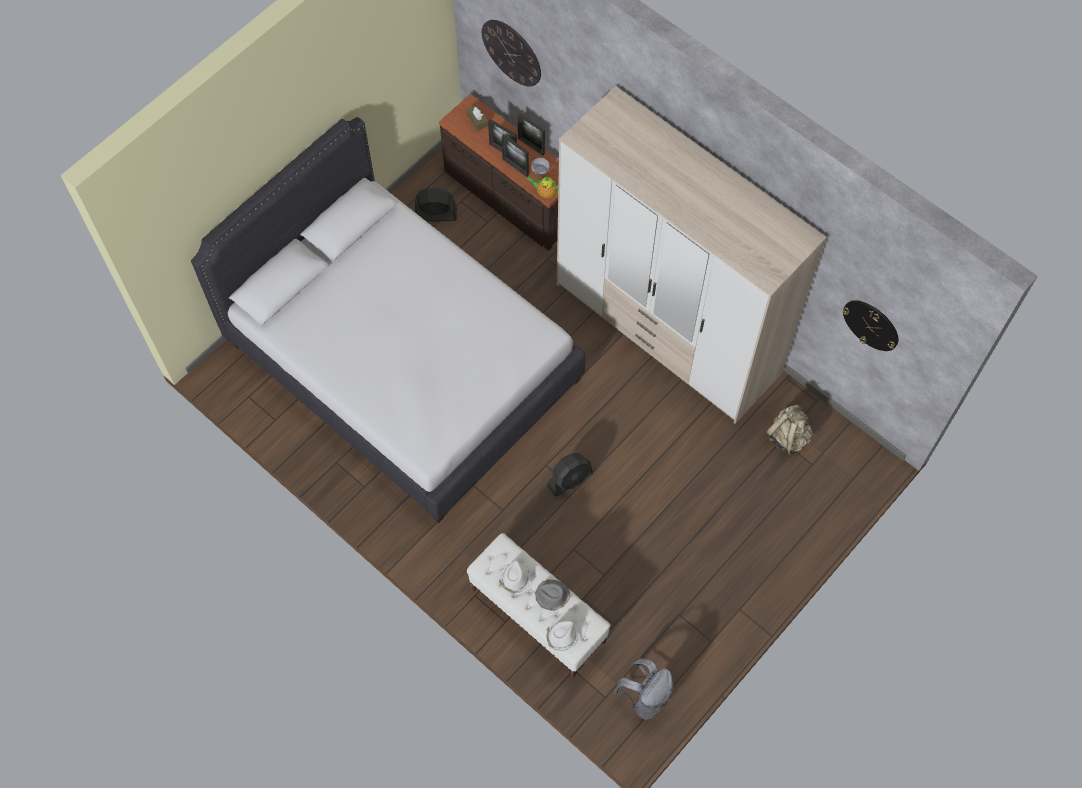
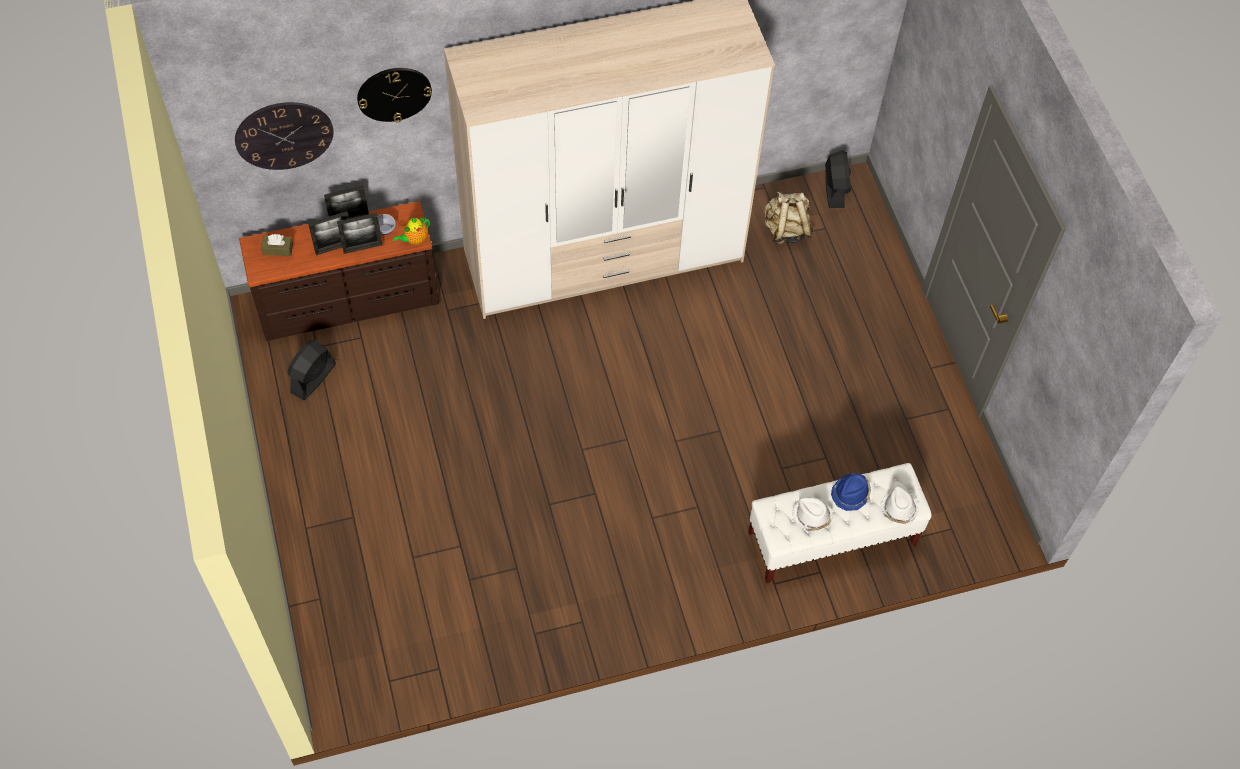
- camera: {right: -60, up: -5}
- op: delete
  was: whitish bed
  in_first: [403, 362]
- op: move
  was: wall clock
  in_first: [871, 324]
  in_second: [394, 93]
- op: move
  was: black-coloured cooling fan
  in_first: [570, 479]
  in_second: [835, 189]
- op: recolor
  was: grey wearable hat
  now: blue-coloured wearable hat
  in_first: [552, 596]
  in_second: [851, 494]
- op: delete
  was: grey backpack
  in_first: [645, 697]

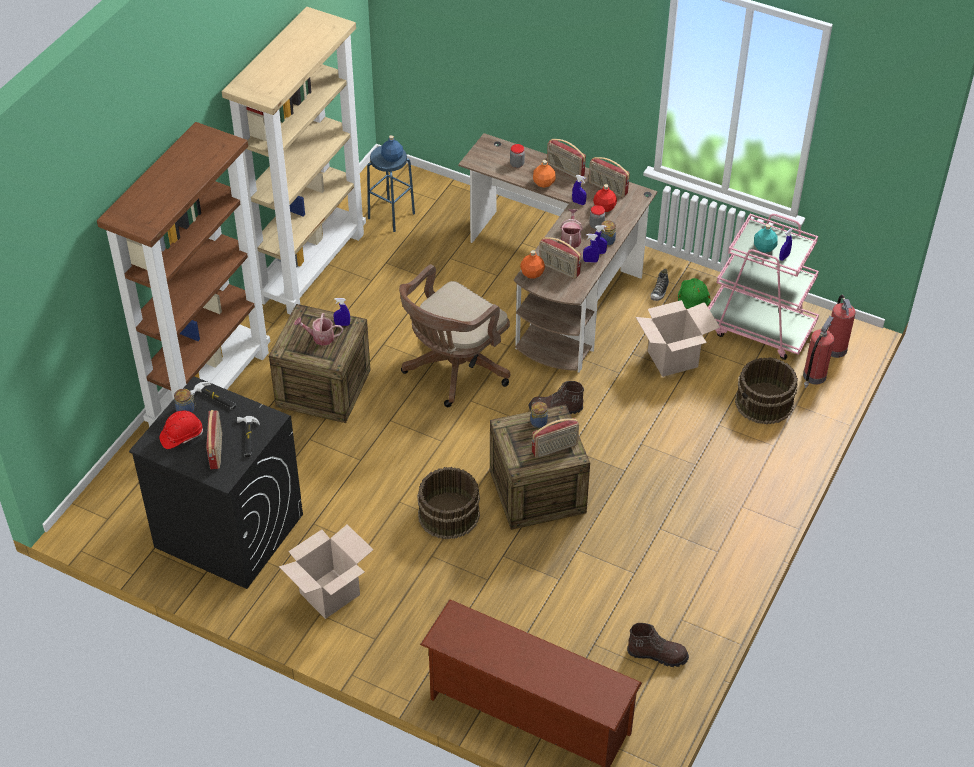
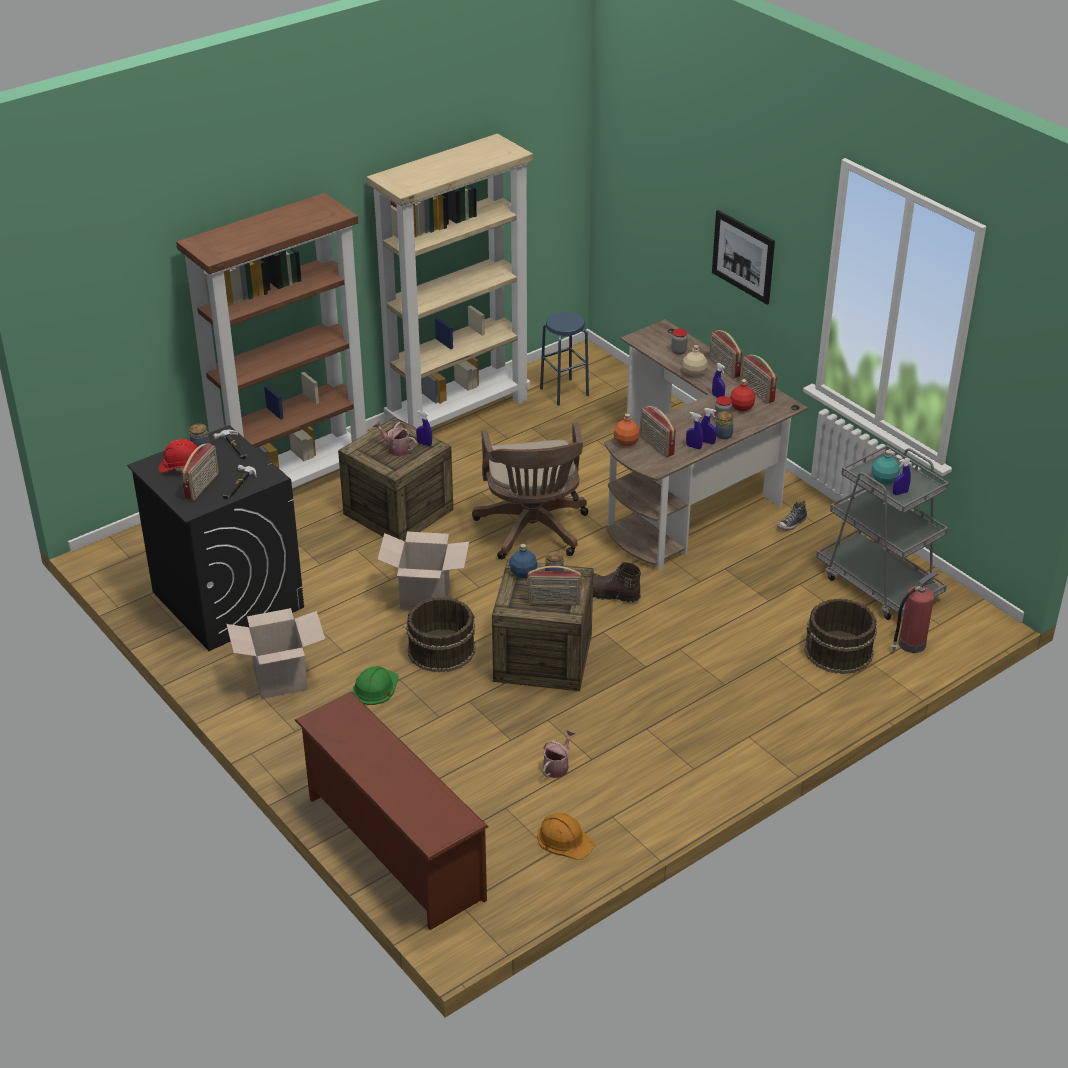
- camera: {right: 25, up: -10}
- op: move
  was: blue-coloured beverage bottle
  in_first: [392, 158]
  in_second: [522, 573]
- op: recolor
  was: orange beverage bottle
  now: beige-coloured beverage bottle
  in_first: [544, 183]
  in_second: [694, 373]
- op: move
  was: watering pot
  in_first: [571, 239]
  in_second: [557, 766]
- op: recolor
  was: pinkish cart
  now: grey cart
  in_first: [759, 328]
  in_second: [878, 584]
- op: rotate
  was: brown computer chair
  in_first: [453, 370]
  in_second: [533, 532]
  clockwise: -75
- op: move
  was: greenish hard hat
  in_first: [693, 295]
  in_second: [375, 687]
- op: delete
  was: fire extinguisher
  in_first: [835, 348]
- op: move
  was: cardboard box
  in_first: [672, 359]
  in_second: [425, 597]
- op: replace
  was: brown tall boot
  now: orange hard hat
  in_first: [657, 654]
  in_second: [564, 839]
- op: insert
  now: wall picture
  in_second: [743, 256]

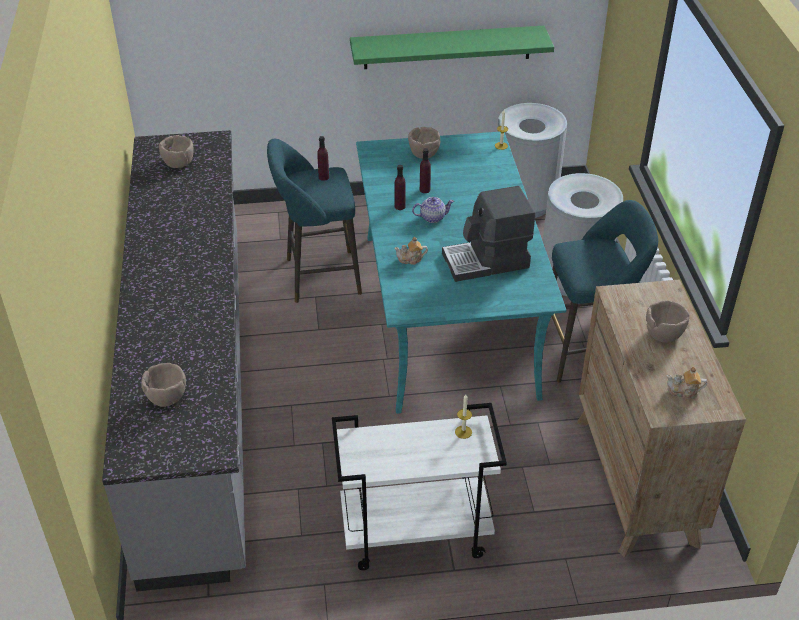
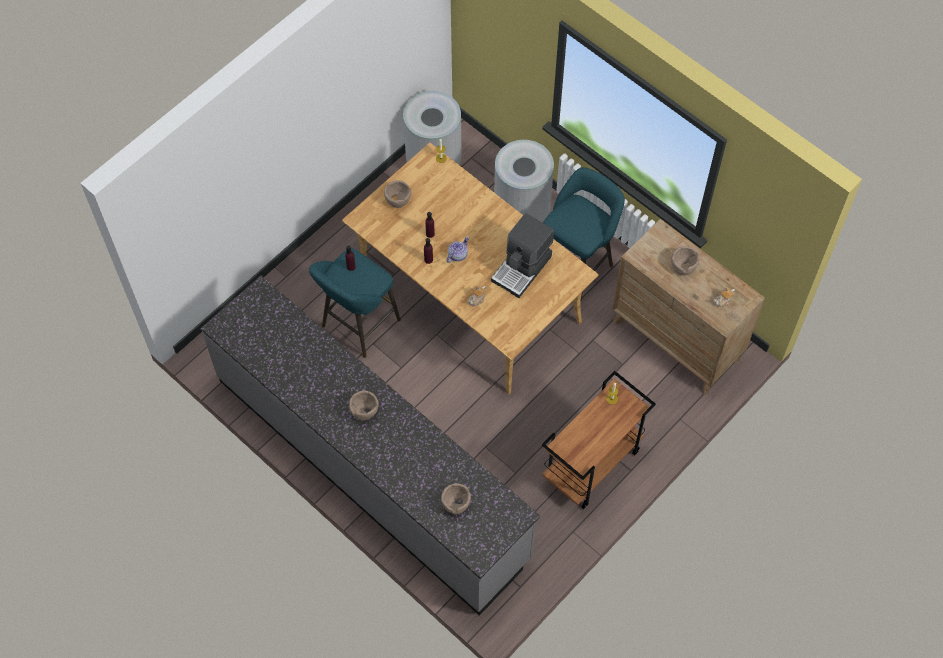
- camera: {right: -40, up: 20}
- op: delete
  was: greenish bracket shelf
  in_first: [447, 47]
- op: recolor
  was: blue-green dining table
  now: beige-coloured dining table
  in_first: [449, 313]
  in_second: [470, 295]
- op: move
  was: brown serving bowl
  in_first: [179, 163]
  in_second: [365, 411]
- op: recolor
  was: whitish cart
  now: brown cart
  in_first: [414, 534]
  in_second: [591, 465]

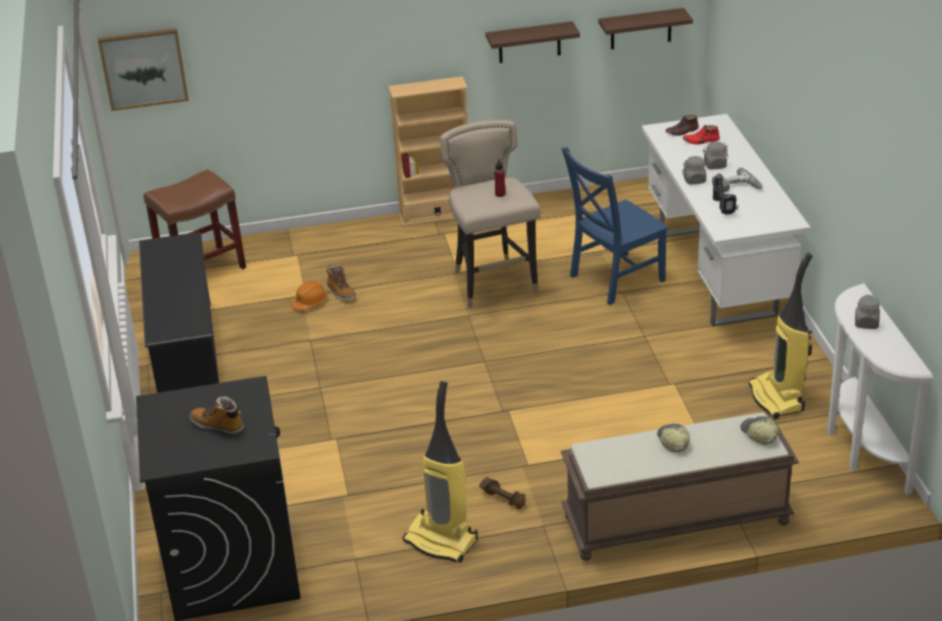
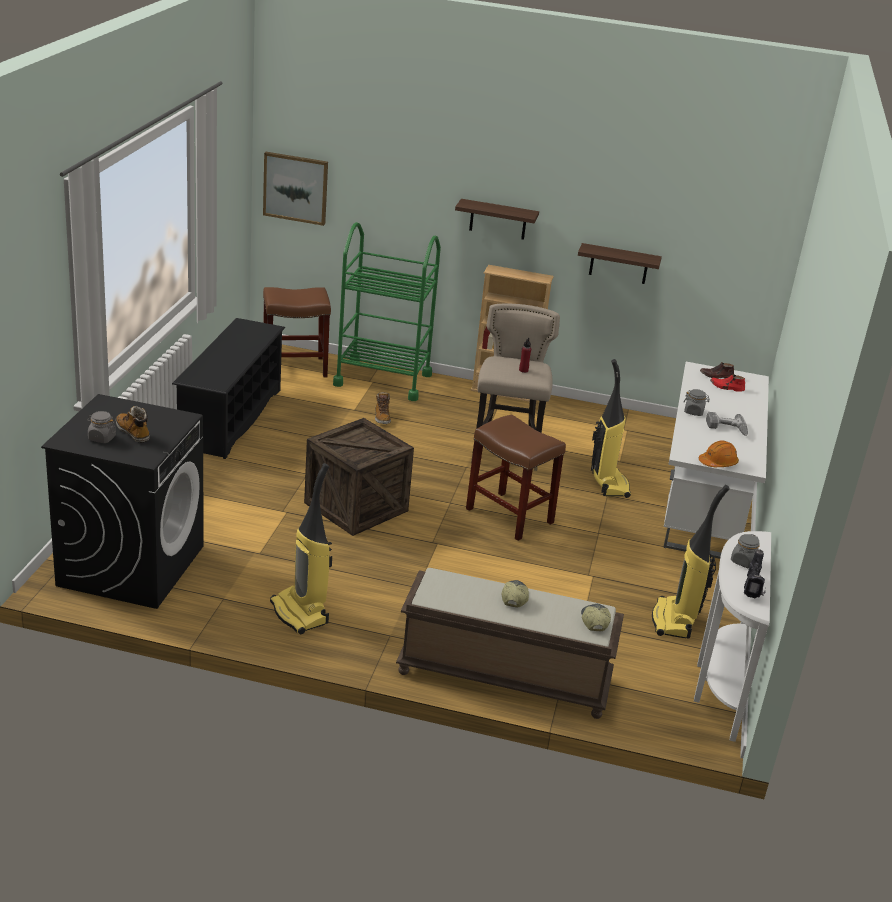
- camera: {right: 20, up: -5}
- op: move
  was: bracket shelf
  in_first: [641, 29]
  in_second: [498, 219]
- op: move
  was: grey jar
  in_first: [714, 165]
  in_second: [101, 438]
- op: replace
  was: blue-coloured chair
  now: vacuum
  in_first: [613, 279]
  in_second: [608, 484]
- op: move
  was: power drill
  in_first: [724, 207]
  in_second: [753, 589]
- op: move
  was: orange hard hat
  in_first: [309, 302]
  in_second: [718, 463]
- op: delete
  was: brown free weight
  in_first: [504, 499]
- op: insert
  now: greenish cart
  in_second: [383, 380]
- op: insert
  now: brown sitting stool
  in_second: [510, 516]
- op: insert
  now: packing crate
  in_second: [356, 507]

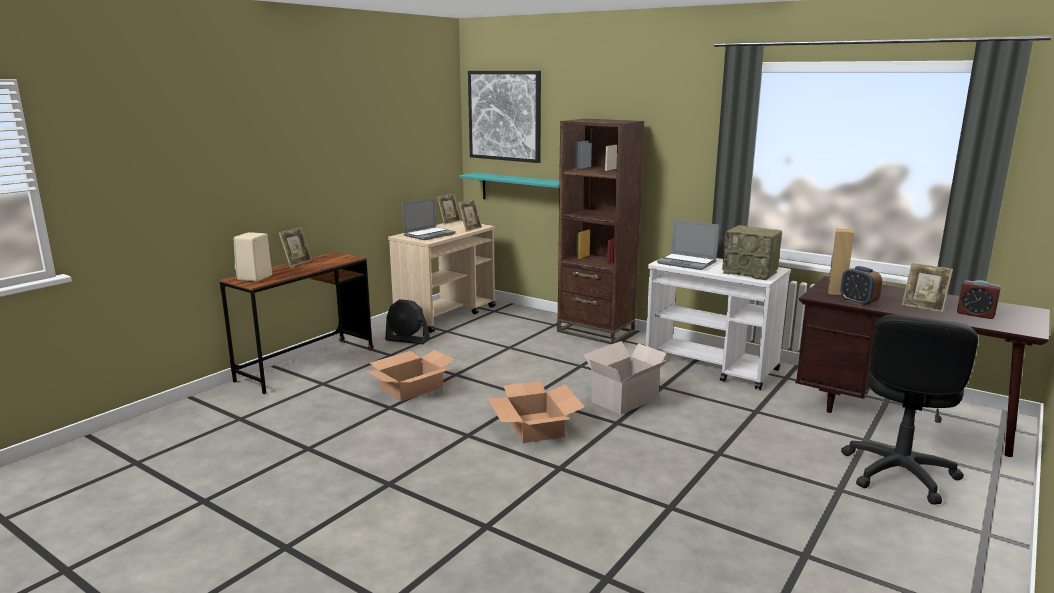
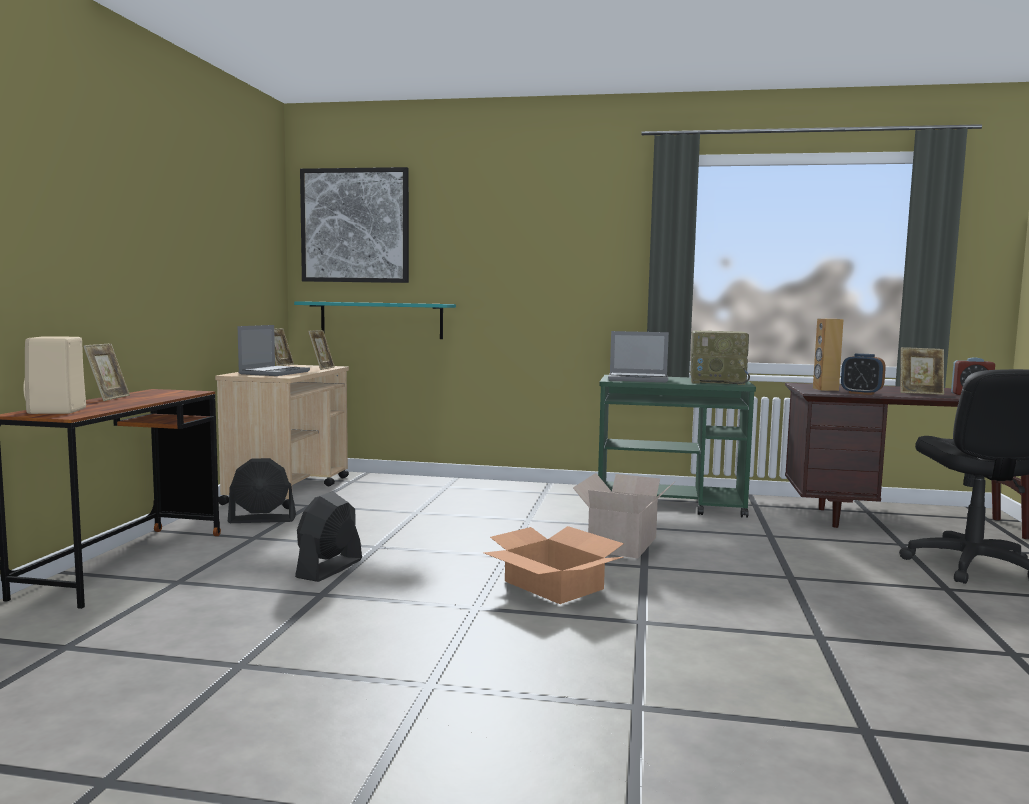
- camera: {right: -25, up: -10}
- op: delete
  was: brown shelving unit
  in_first: [595, 331]
- op: recolor
  was: whitish cart
  now: greenish cart
  in_first: [712, 366]
  in_second: [671, 504]
- op: replace
  was: cardboard box
  now: black-coloured cooling fan
  in_first: [411, 388]
  in_second: [329, 568]

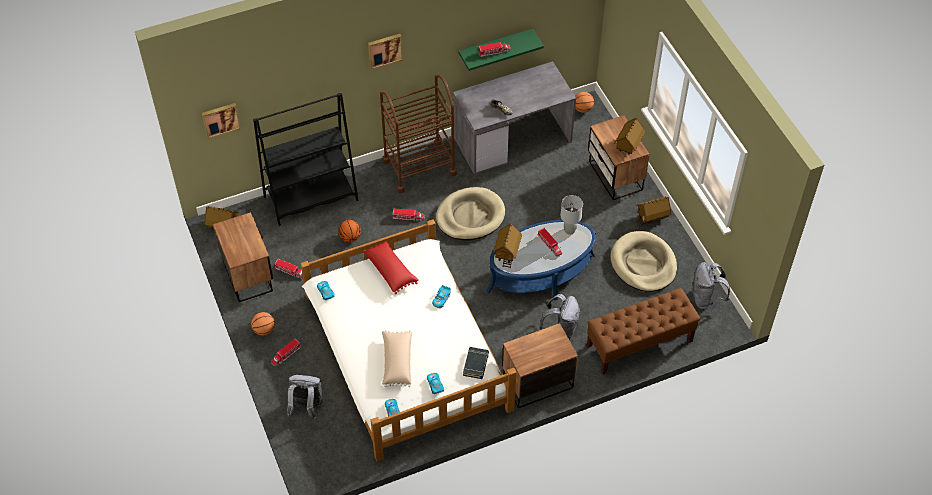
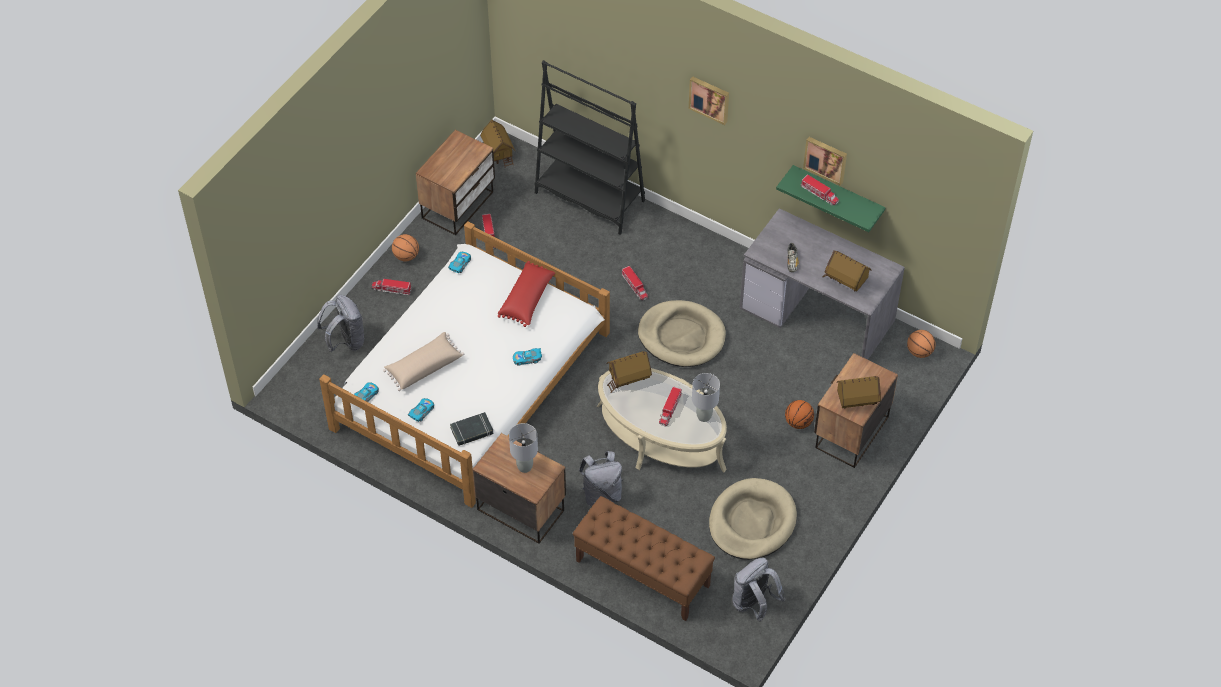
- camera: {right: 55, up: 0}
- op: delete
  was: brown cart
  in_first: [419, 167]
- op: move
  was: wall picture
  in_first: [220, 119]
  in_second: [826, 159]
- op: move
  was: toy house
  in_first: [652, 218]
  in_second: [845, 281]
- op: move
  was: basketball ball
  in_first: [350, 237]
  in_second: [798, 422]
- op: recolor
  was: blue-coloured coffee table
  now: beige-coloured coffee table
  in_first: [541, 273]
  in_second: [660, 437]
- op: insert
  now: grey table lamp
  in_second: [524, 467]

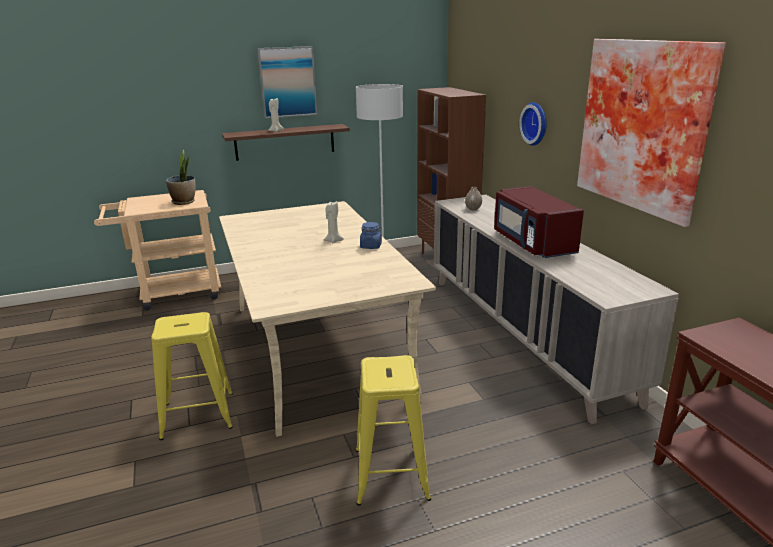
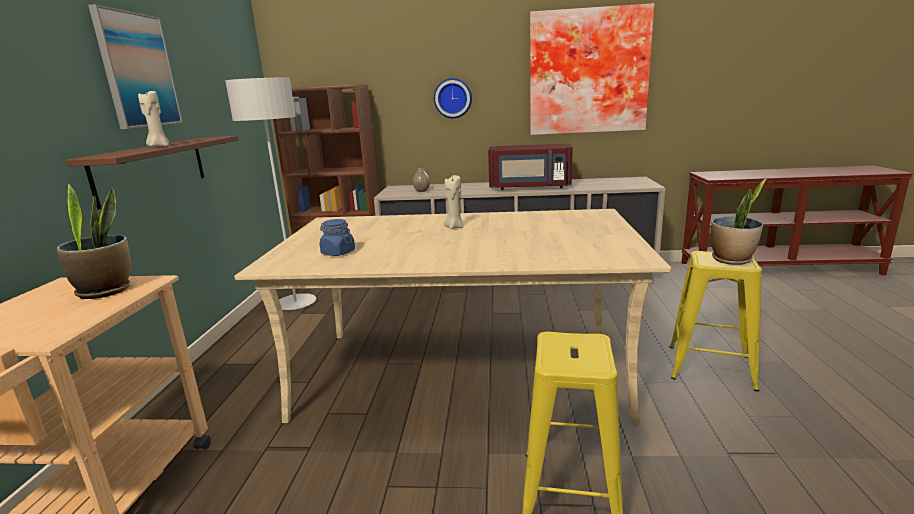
- camera: {right: -65, up: -5}
- op: move
  was: blue-coloured jar
  in_first: [371, 246]
  in_second: [338, 252]
- op: insert
  now: plant in a pot
  in_second: [732, 260]

